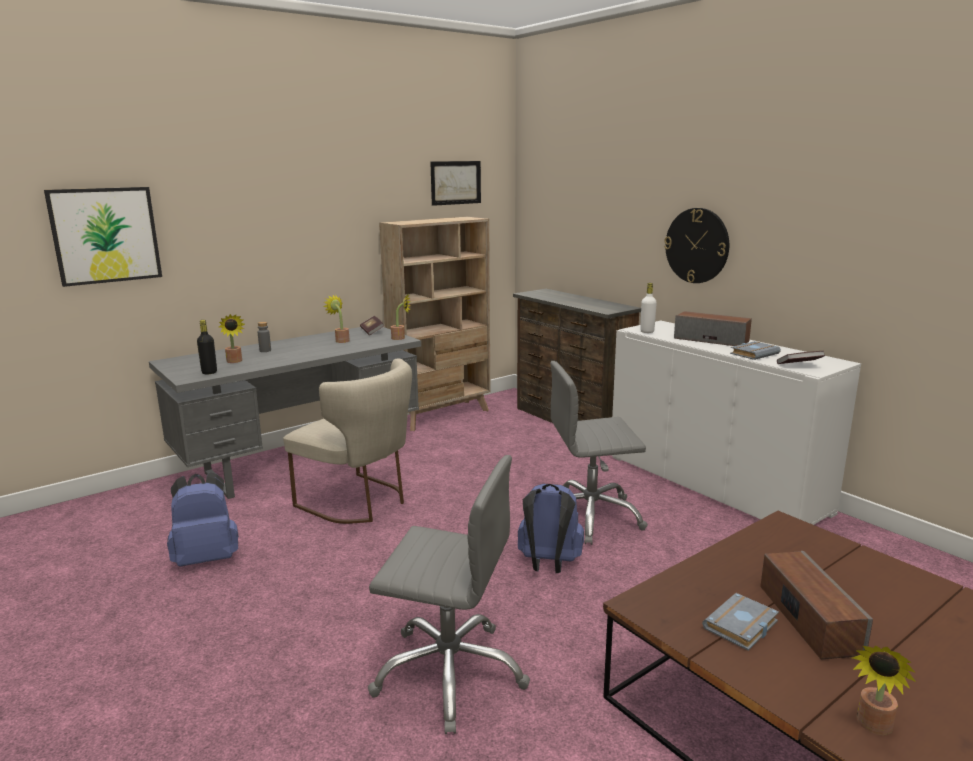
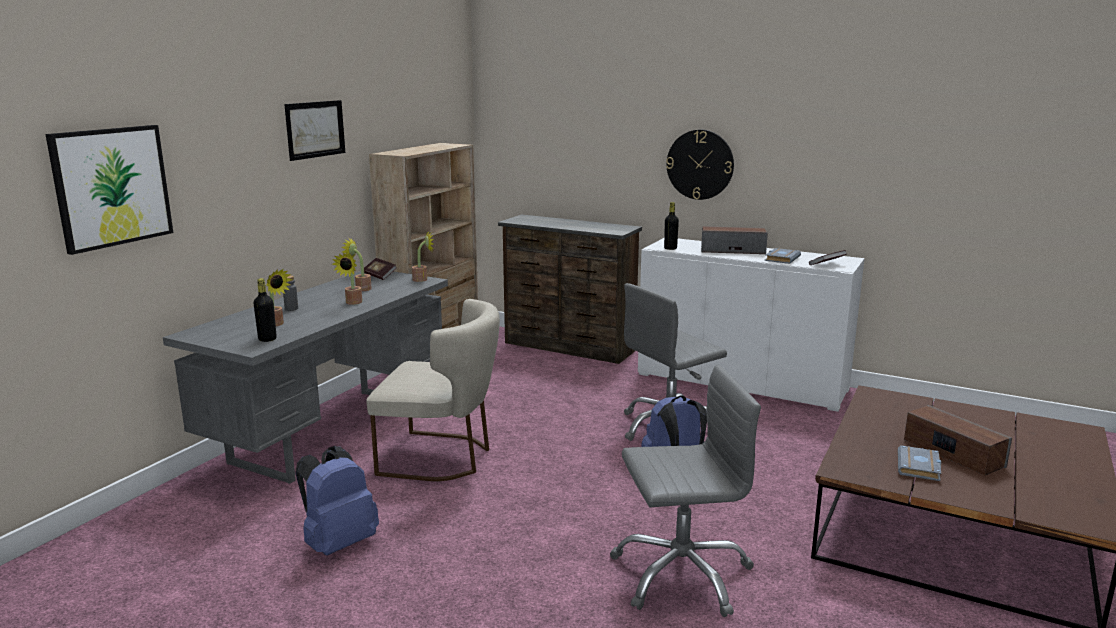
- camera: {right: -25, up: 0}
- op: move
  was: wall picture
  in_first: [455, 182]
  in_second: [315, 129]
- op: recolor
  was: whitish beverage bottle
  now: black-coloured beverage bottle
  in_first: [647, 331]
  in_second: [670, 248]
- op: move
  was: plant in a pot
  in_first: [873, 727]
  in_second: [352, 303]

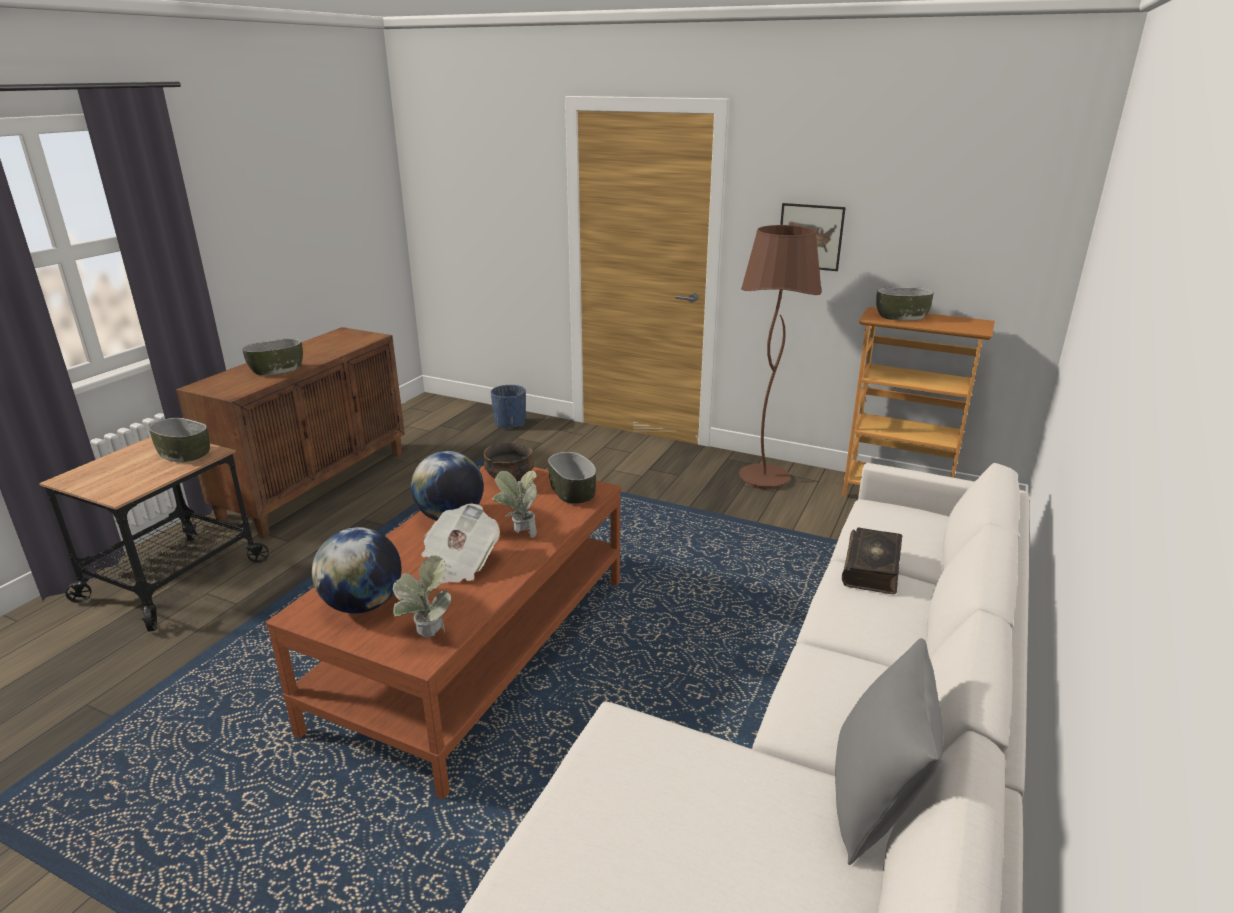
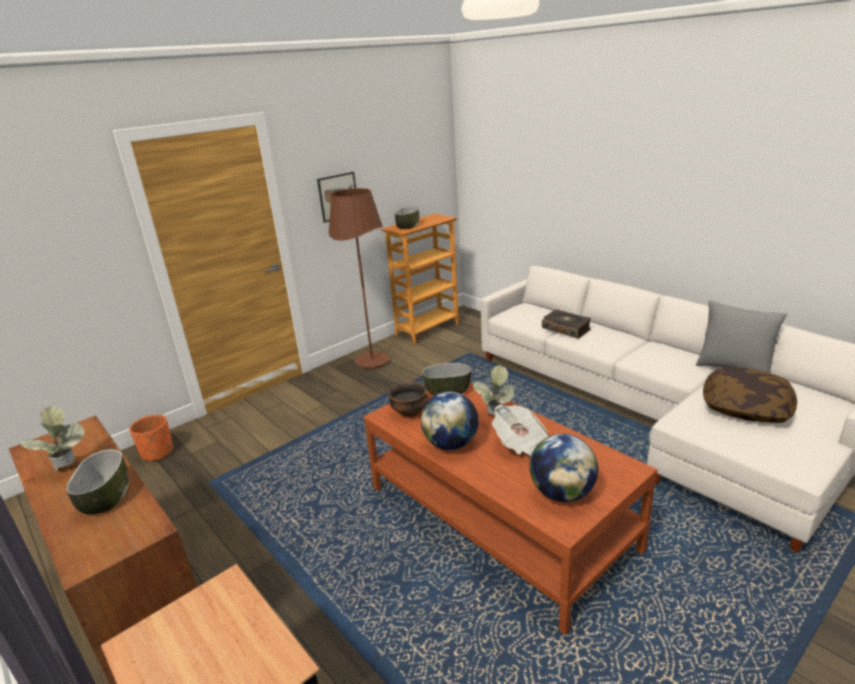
- camera: {right: -65, up: 0}
- op: recolor
  was: blue-coloured planter
  now: orange planter
  in_first: [510, 423]
  in_second: [157, 452]
- op: delete
  was: serving bowl
  in_first: [184, 454]
- op: move
  was: plant in a pot
  in_first: [426, 639]
  in_second: [67, 469]
- op: insert
  now: pillow
  in_second: [746, 407]

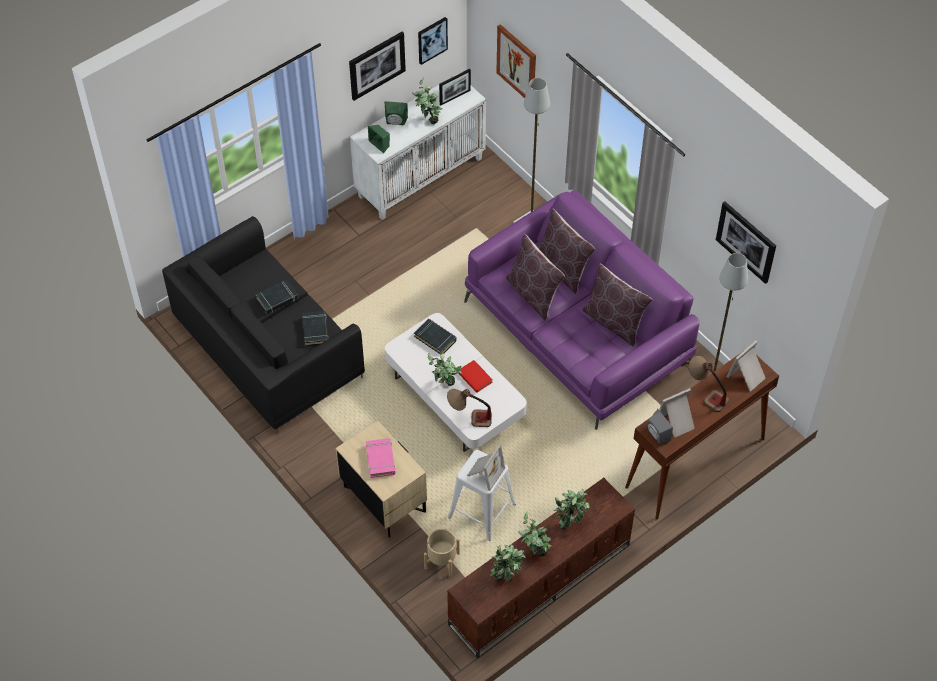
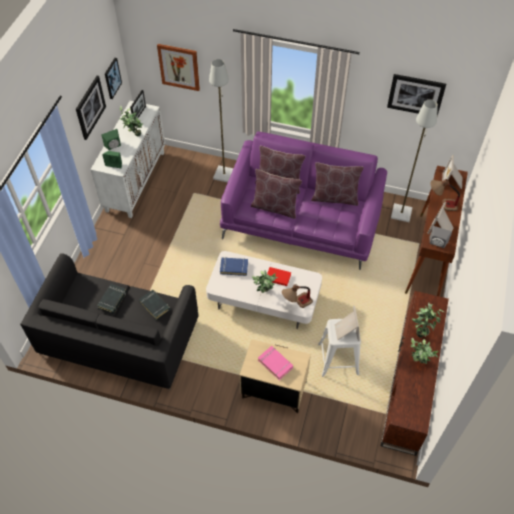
- camera: {right: -35, up: 0}
- op: recolor
  was: black-coloured volume
  now: blue-coloured volume
  in_first: [435, 338]
  in_second: [234, 267]
- op: delete
  was: beige-coloured planter
  in_first: [442, 561]
- op: delete
  was: plant in a pot
  in_first: [506, 577]

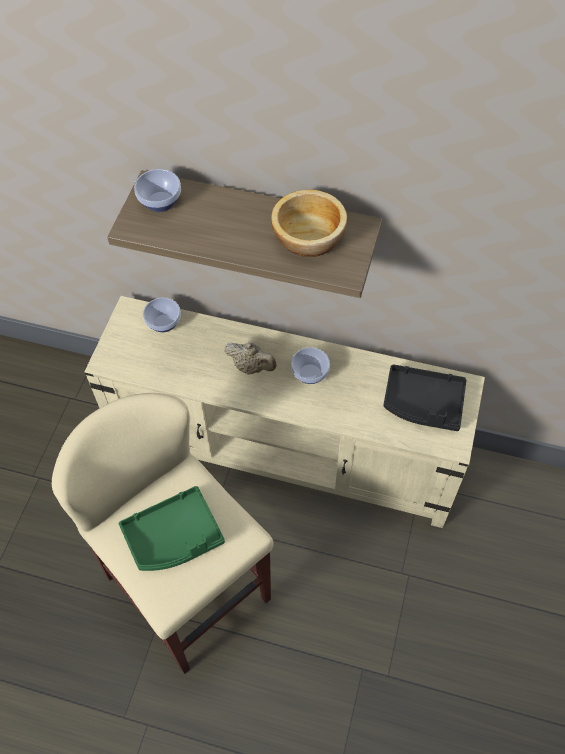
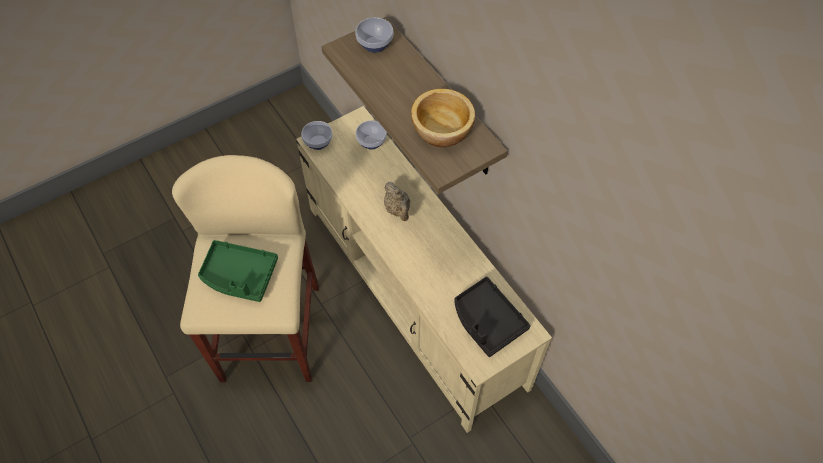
- camera: {right: 40, up: 0}
- op: move
  was: serving bowl
  in_first: [309, 373]
  in_second: [318, 142]

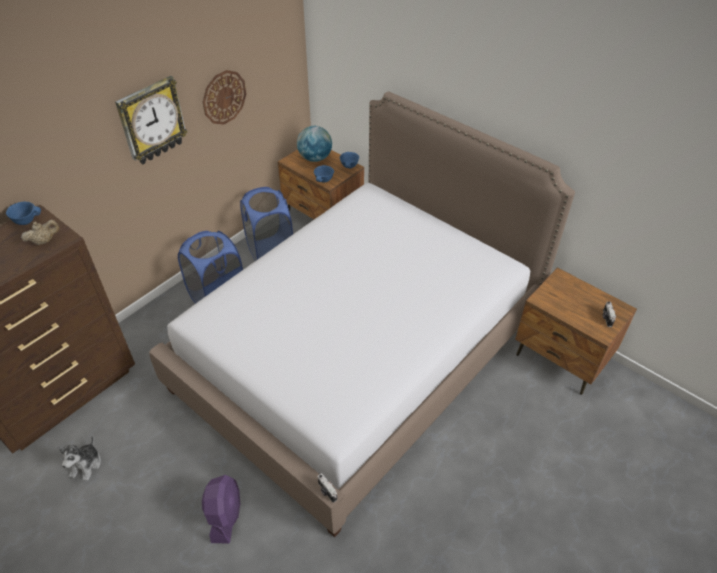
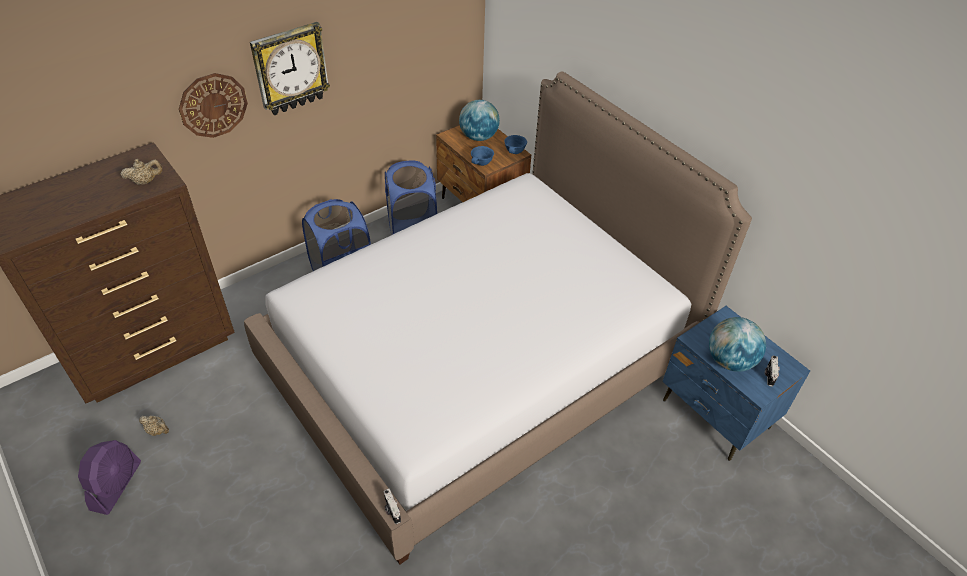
- camera: {right: 10, up: 0}
- op: move
  was: wall clock
  in_first: [224, 97]
  in_second: [213, 105]
- op: delete
  was: blue-coloured serving bowl
  in_first: [27, 221]
- op: recolor
  was: brown bedside table
  now: blue-coloured bedside table
  in_first: [561, 359]
  in_second: [715, 415]
- op: replace
  was: cuddly toy
  now: beige-coloured pot for tea
  in_first: [86, 465]
  in_second: [158, 431]
- op: move
  was: purplish cooling fan
  in_first: [225, 515]
  in_second: [116, 485]
- op: insert
  now: desk globe
  in_second: [729, 360]

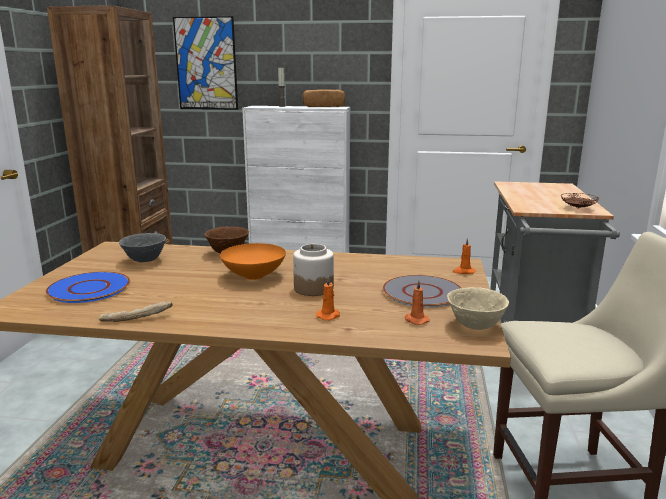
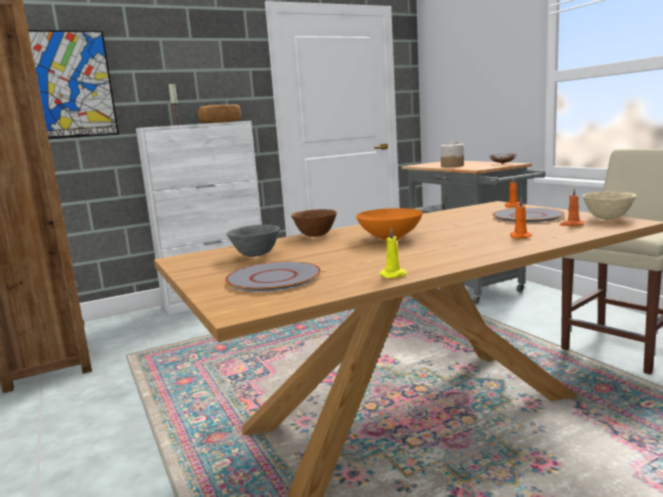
- camera: {right: -35, up: -5}
- op: move
  was: jar
  in_first: [313, 288]
  in_second: [452, 166]
- op: recolor
  was: blue-coloured dinner plate
  now: grey dinner plate
  in_first: [88, 289]
  in_second: [273, 278]
- op: replace
  was: baked bread
  now: yellow-coloured candle
  in_first: [136, 318]
  in_second: [394, 275]

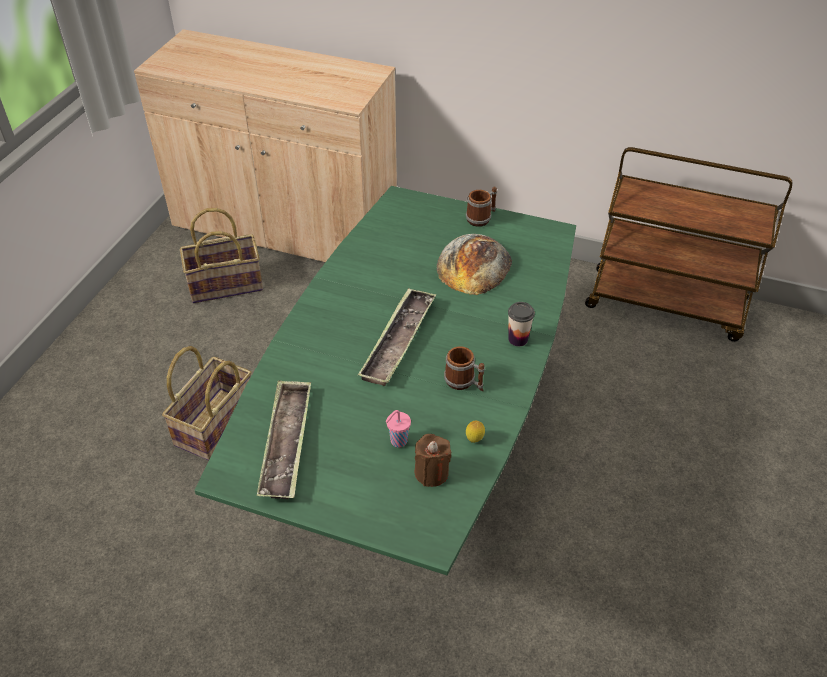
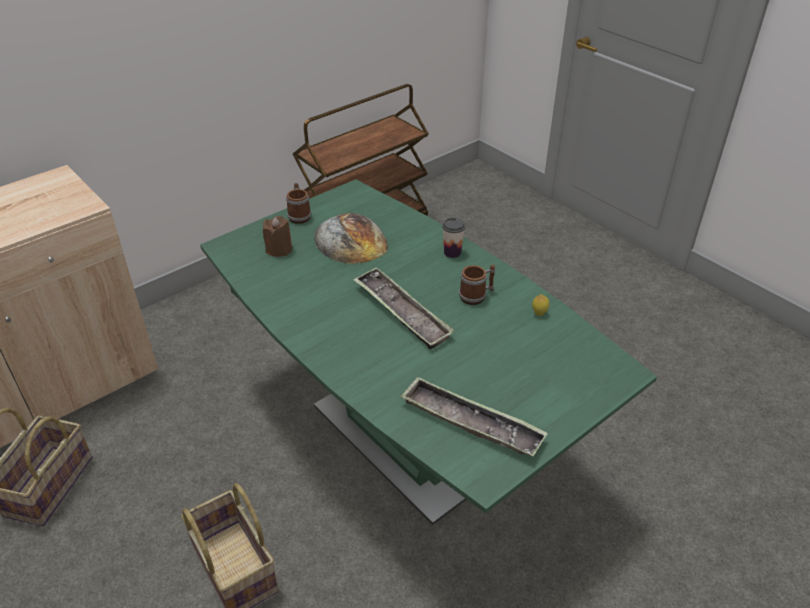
- camera: {right: -60, up: -5}
- op: delete
  was: pinkish drinking cup
  in_first: [398, 441]
- op: move
  was: brown candle
  in_first: [431, 473]
  in_second: [279, 249]

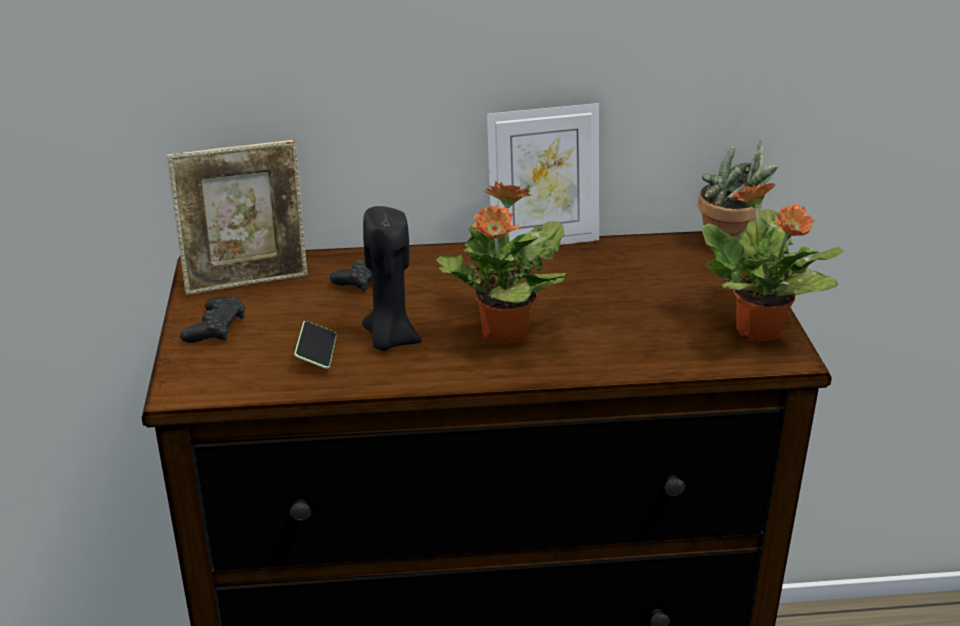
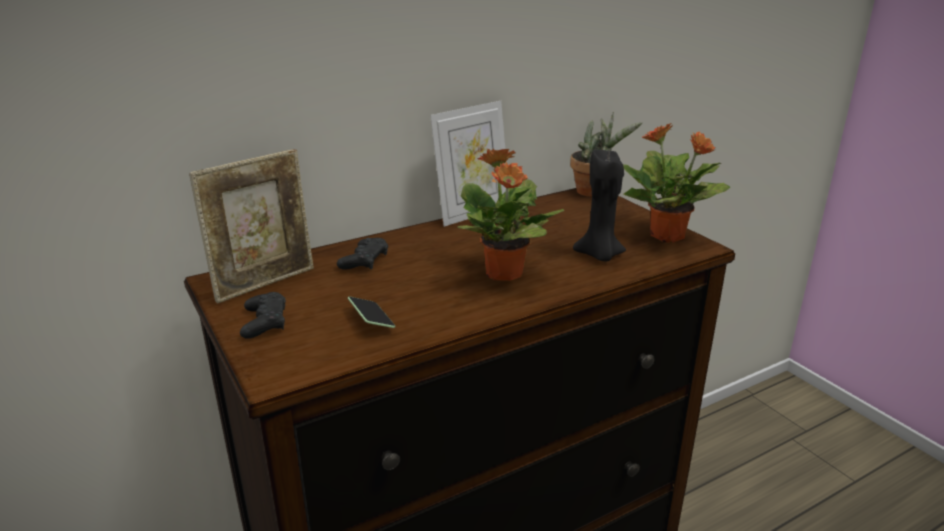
- camera: {right: -25, up: -5}
- op: move
  was: black-coloured candle
  in_first: [389, 340]
  in_second: [599, 255]

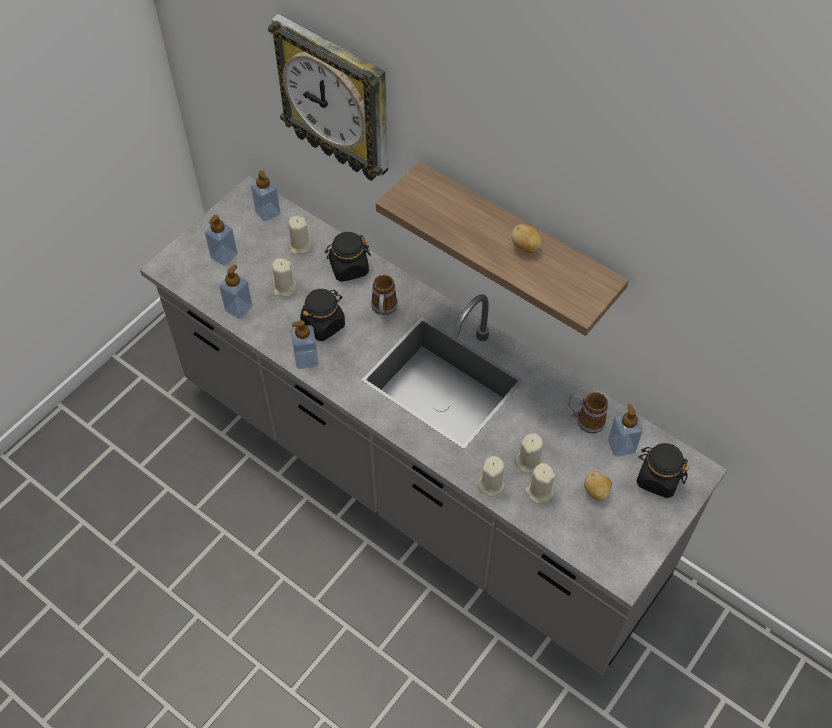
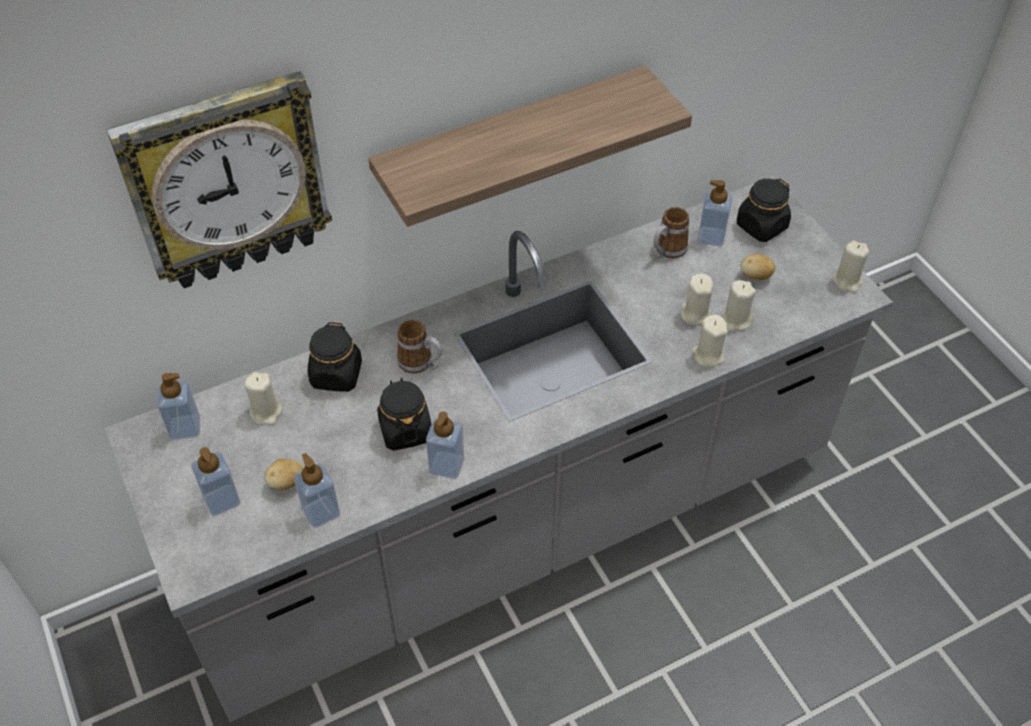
- camera: {right: -65, up: -5}
- op: move
  was: spud
  in_first: [525, 247]
  in_second: [286, 483]
- op: move
  was: beige-coloured candle
  in_first: [284, 288]
  in_second: [847, 281]

